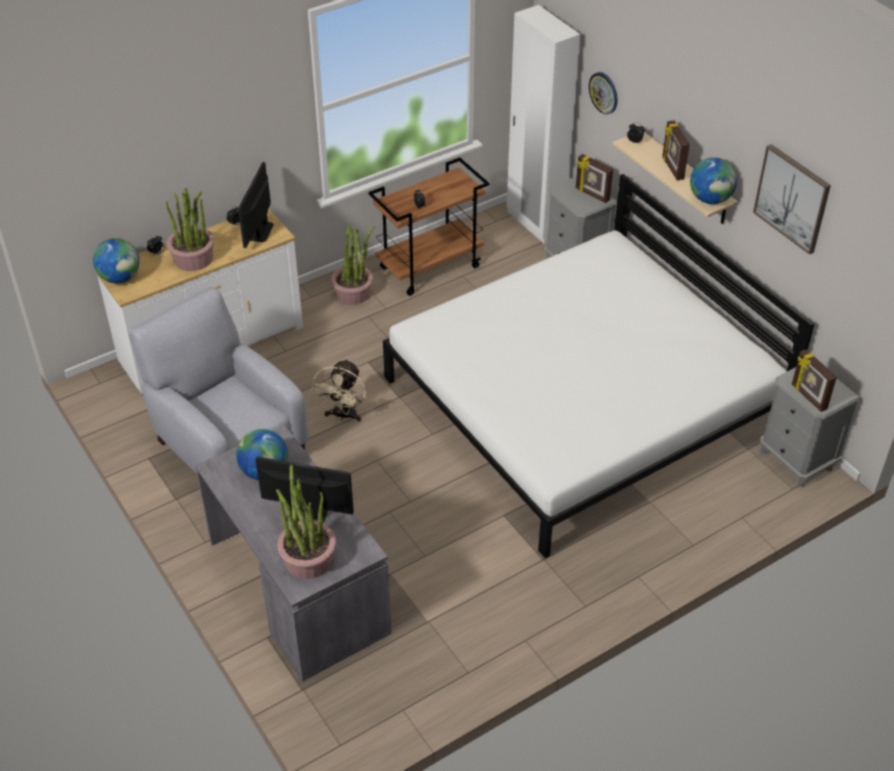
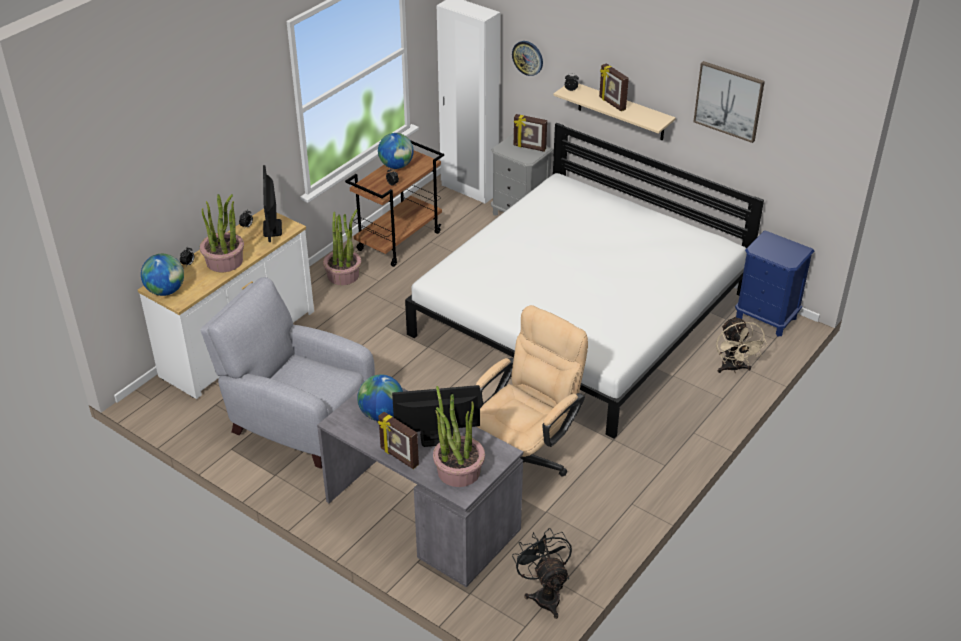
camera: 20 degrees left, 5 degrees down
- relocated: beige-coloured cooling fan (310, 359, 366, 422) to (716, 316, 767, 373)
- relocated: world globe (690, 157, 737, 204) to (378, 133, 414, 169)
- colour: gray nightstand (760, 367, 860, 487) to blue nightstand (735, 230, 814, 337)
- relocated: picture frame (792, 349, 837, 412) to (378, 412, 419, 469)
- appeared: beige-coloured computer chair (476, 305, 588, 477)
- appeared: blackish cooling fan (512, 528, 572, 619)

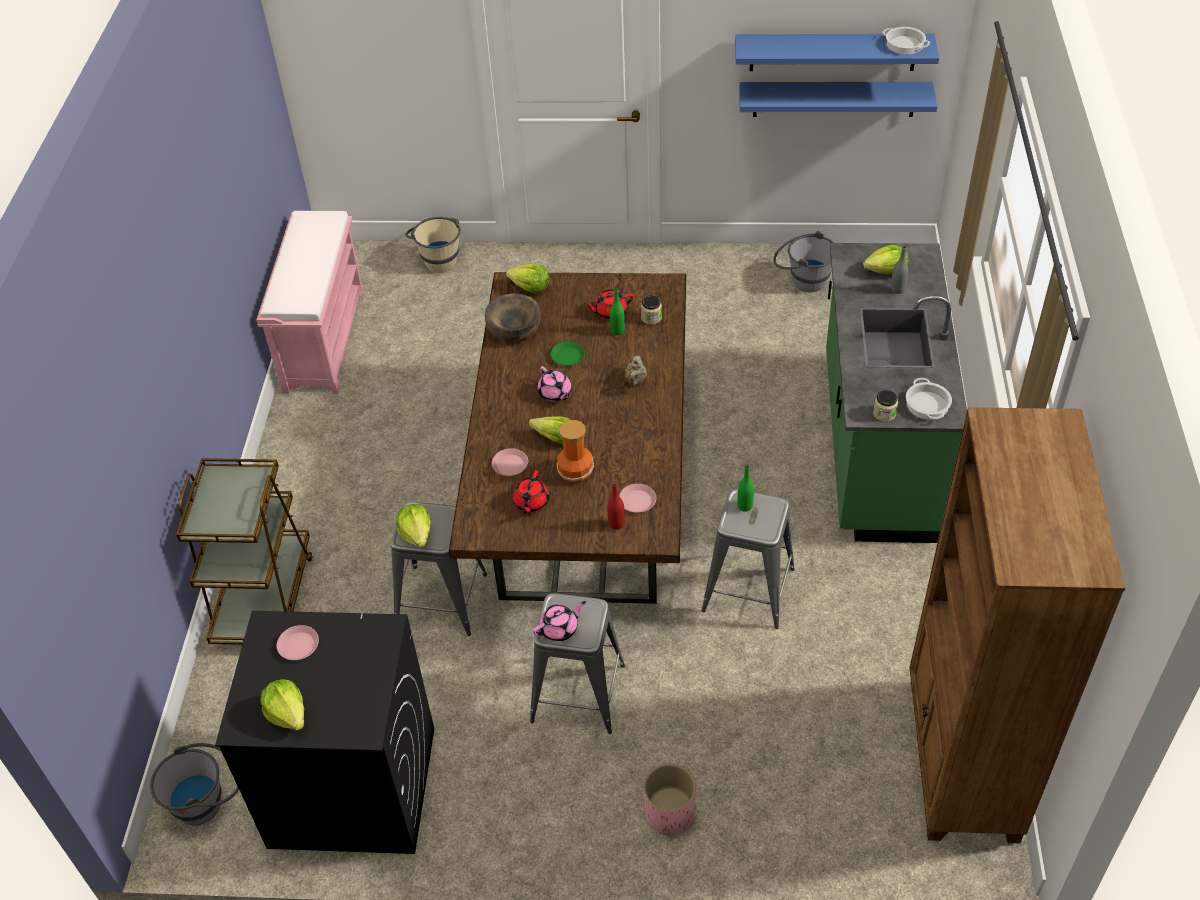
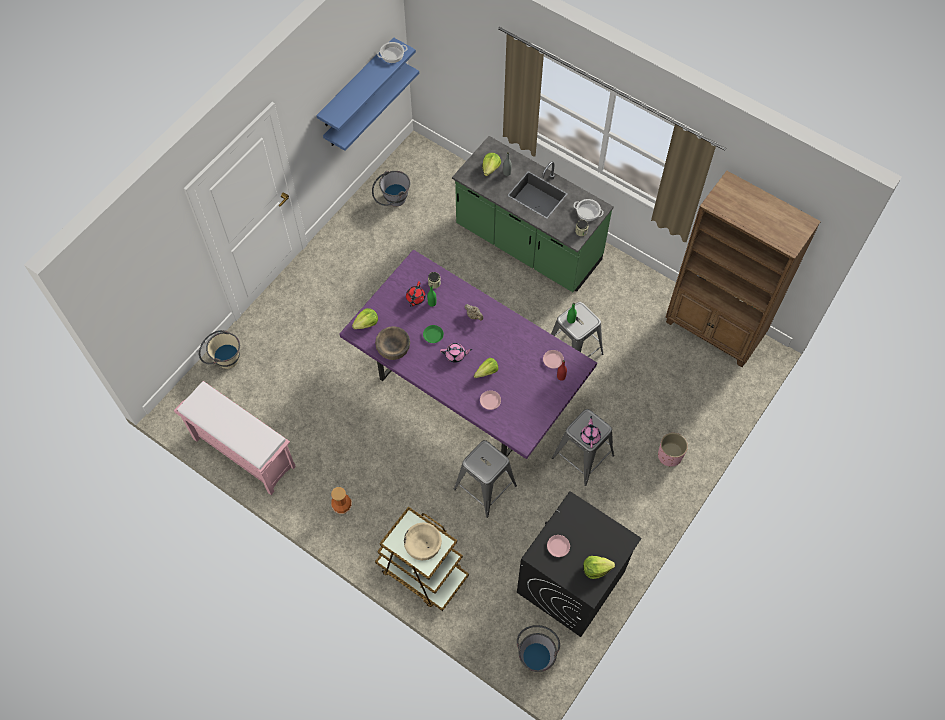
camera: 60 degrees left, 15 degrees up
- missing: head of lettuce (396, 504, 431, 548)
- colour: brown-coloured dining table (449, 272, 686, 604) to purplish dining table (339, 250, 597, 459)
- missing: reddish tea pot (513, 470, 549, 513)
- relocated: flower vase (556, 420, 594, 483) to (331, 487, 352, 514)
- appeared: beige-coloured serving bowl (404, 522, 442, 561)

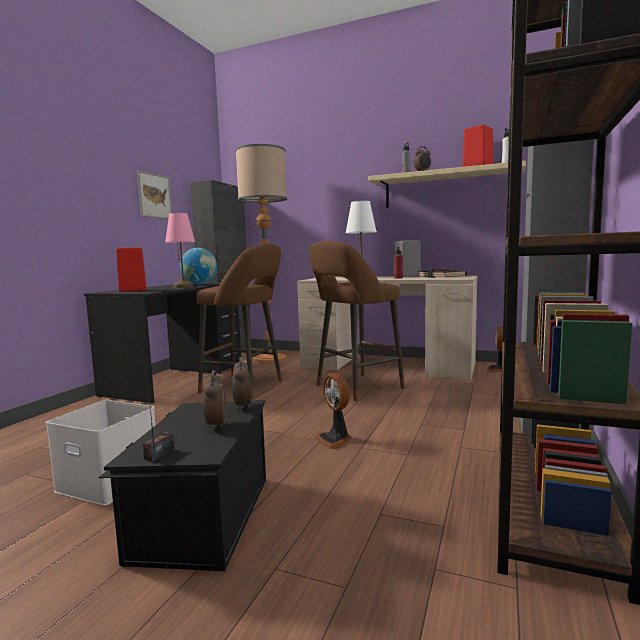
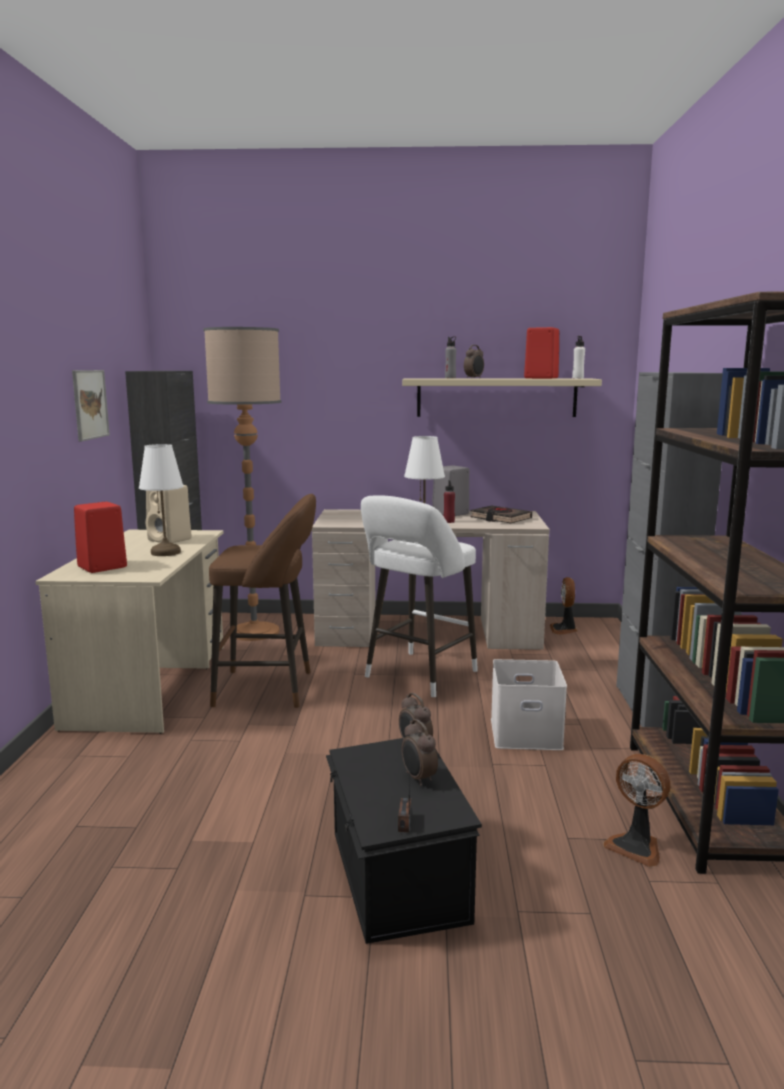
camera: 20 degrees left, 5 degrees up
- relocated: whitish storage box (46, 400, 155, 506) to (491, 659, 567, 750)
- colour: blackish desk table (84, 283, 241, 404) to beige-coloured desk table (35, 530, 224, 734)
- colour: pinkish tabletop lamp (165, 213, 195, 288) to whitish tabletop lamp (139, 444, 184, 556)
- exchanged: world globe (180, 248, 217, 285) to beige-coloured speaker (146, 485, 192, 543)
- colour: brown-coloured stool seat (309, 241, 405, 401) to whitish stool seat (361, 495, 478, 697)
- relocated: cooling fan (314, 373, 352, 449) to (603, 754, 670, 867)

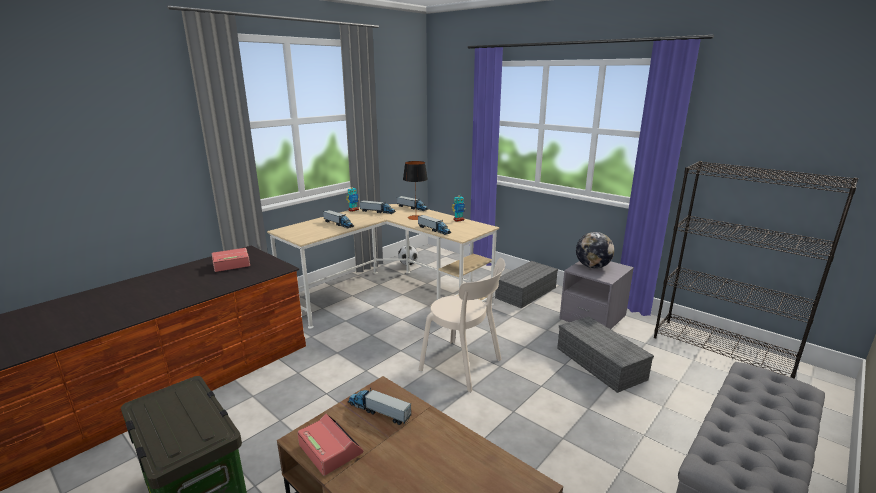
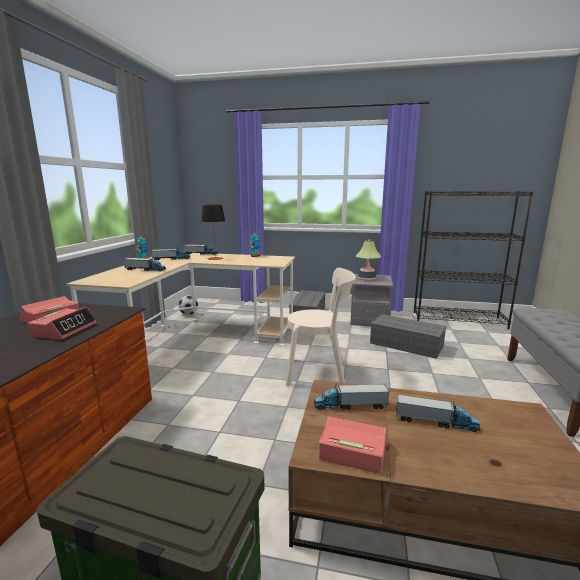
camera: 30 degrees left, 5 degrees down
- relocated: toy truck (418, 215, 451, 235) to (396, 395, 481, 432)
- exchanged: world globe (576, 232, 614, 269) to tabletop lamp (355, 240, 381, 281)
- appeared: bedside clock (28, 307, 97, 340)

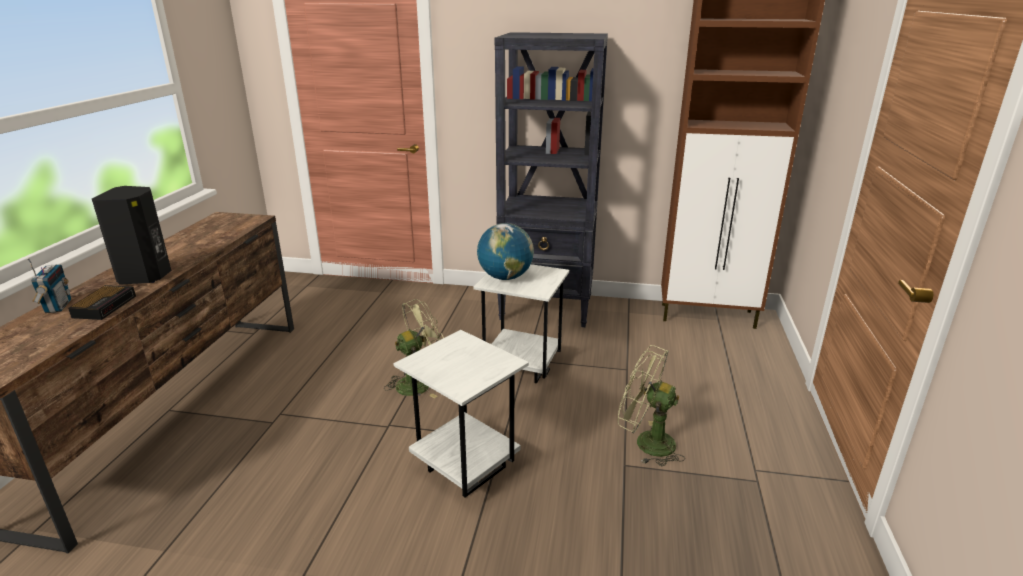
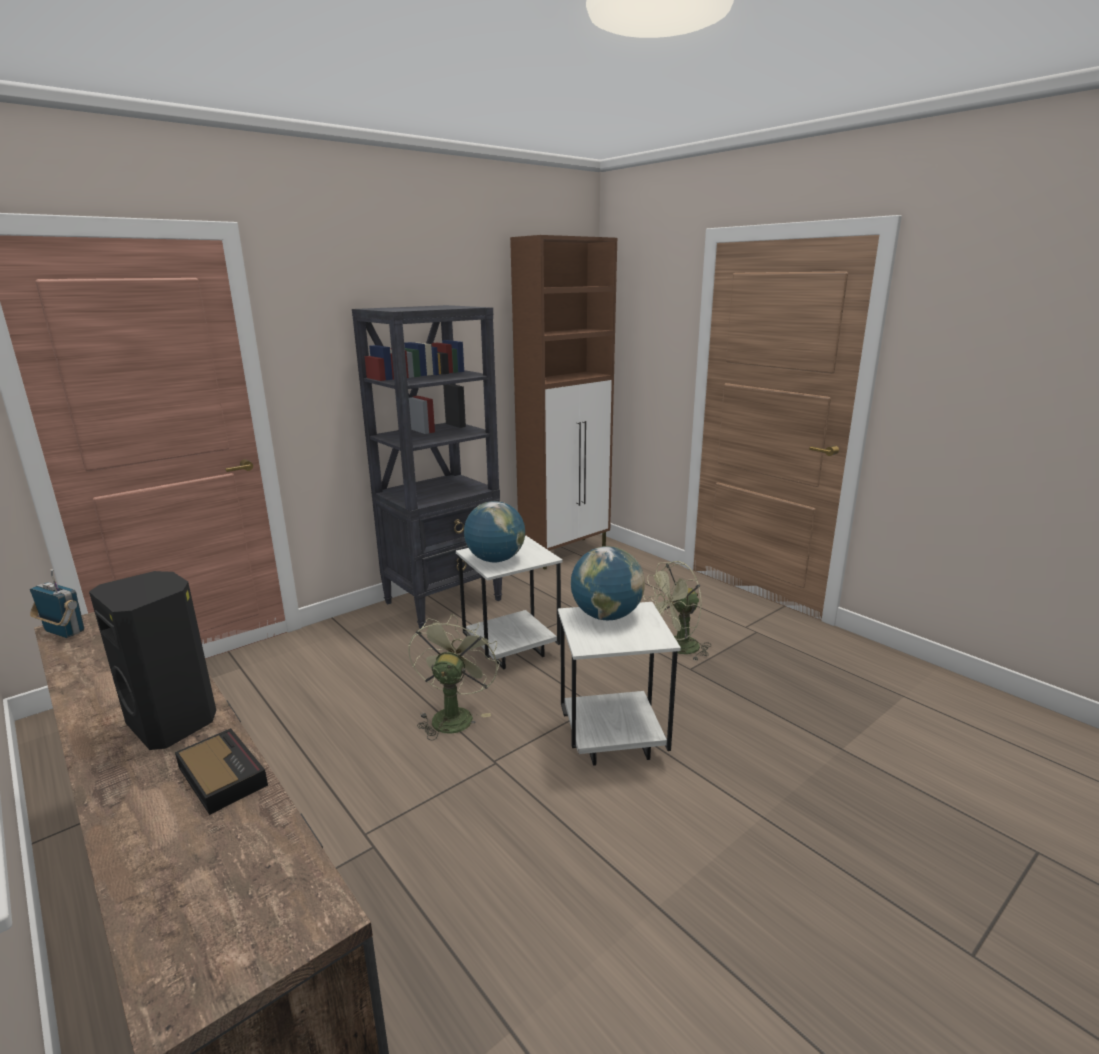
camera: 50 degrees left, 5 degrees down
- relocated: radio (27, 258, 71, 313) to (30, 569, 84, 638)
- appeared: world globe (571, 546, 645, 620)

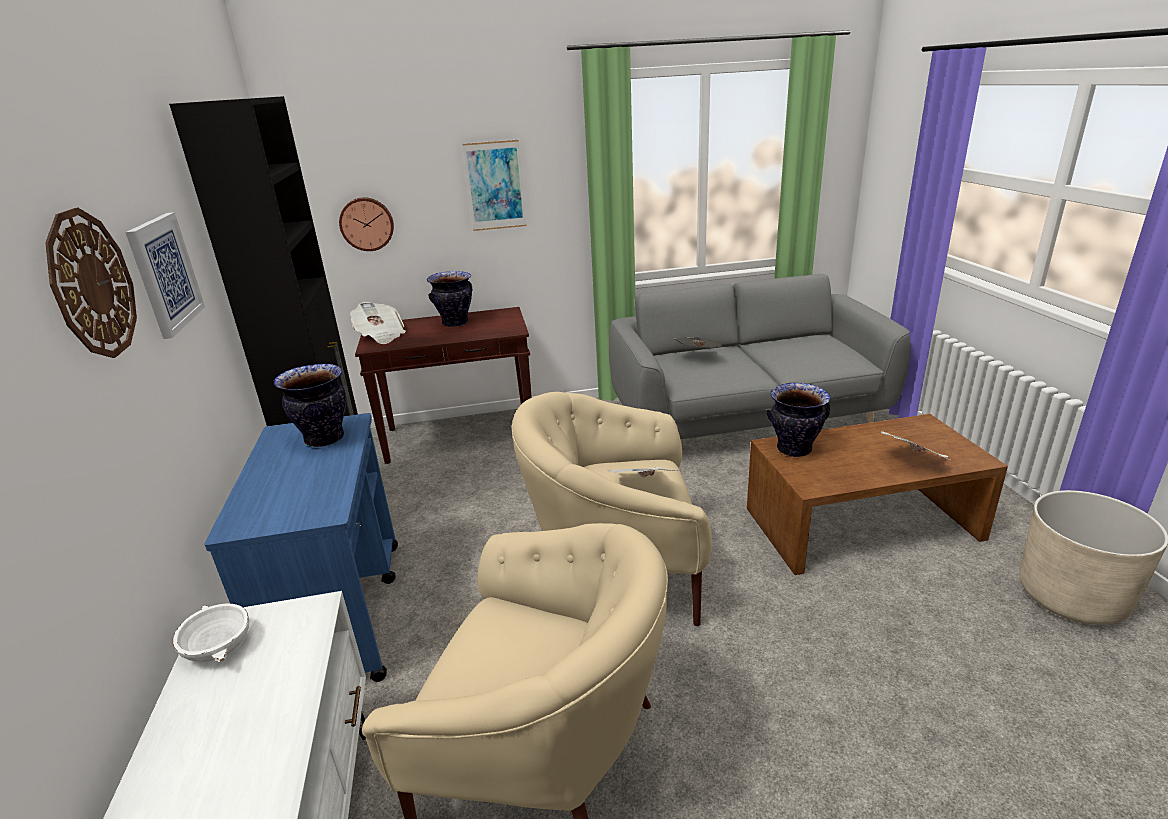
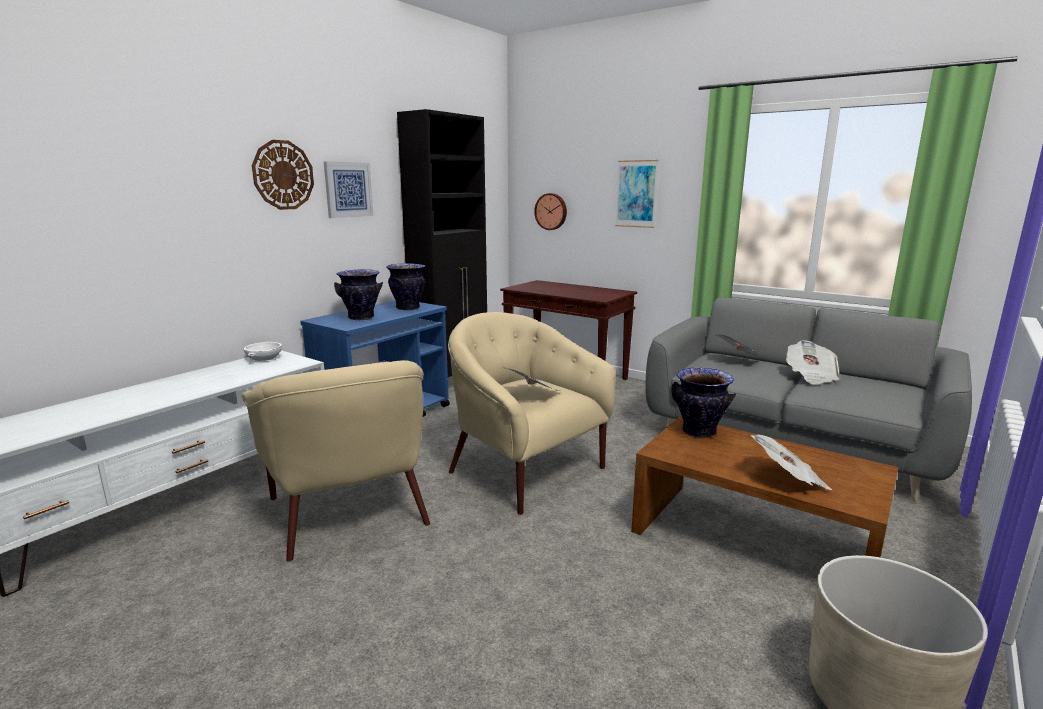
camera: 45 degrees right, 10 degrees down
- relocated: daily paper (350, 302, 406, 344) to (786, 340, 839, 385)
- relocated: flower vase (427, 271, 472, 327) to (334, 269, 383, 320)

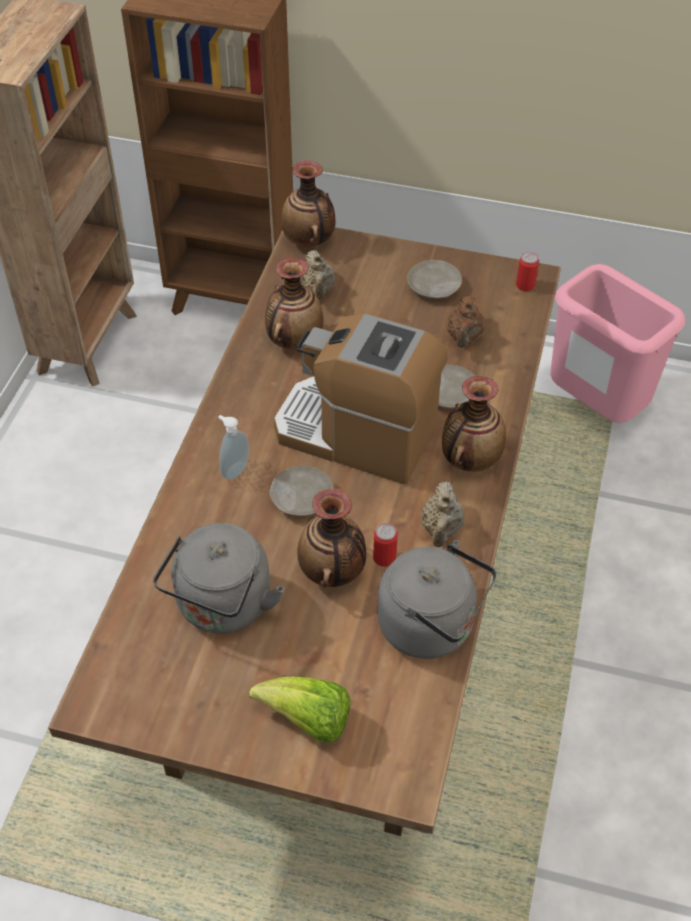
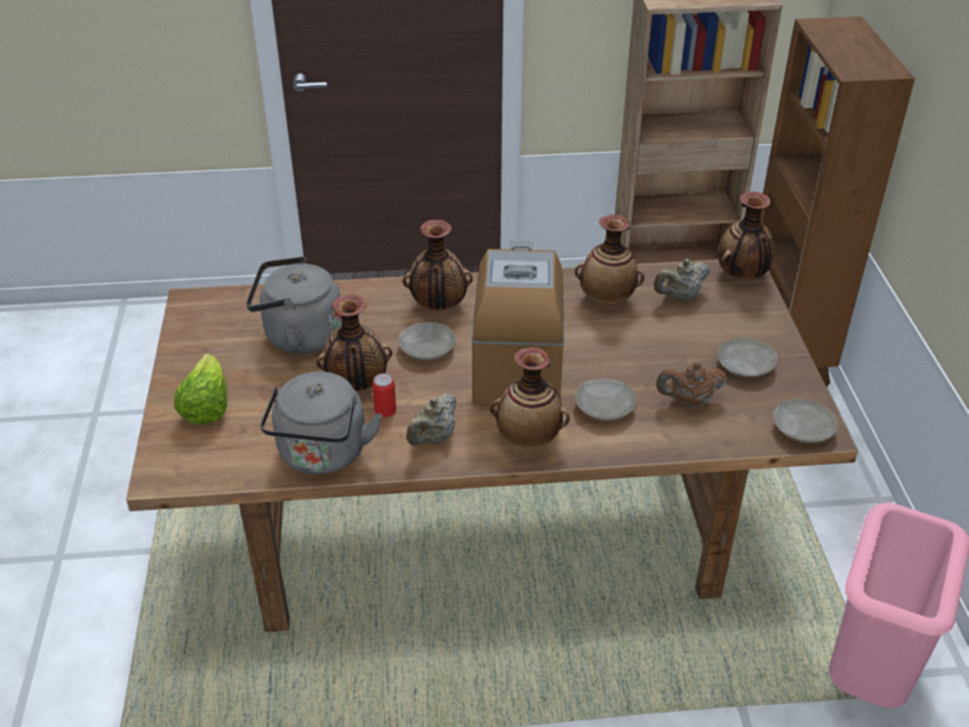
camera: 70 degrees right, 10 degrees down
- exchanged: soap dispenser (218, 415, 249, 480) to flower vase (403, 220, 473, 310)
- spun: beige-coloured tea pot (421, 481, 464, 547) = (406, 393, 456, 446) 45 degrees counterclockwise
- exchanged: metal can (516, 252, 539, 291) to beige-coloured dinner plate (773, 398, 838, 443)

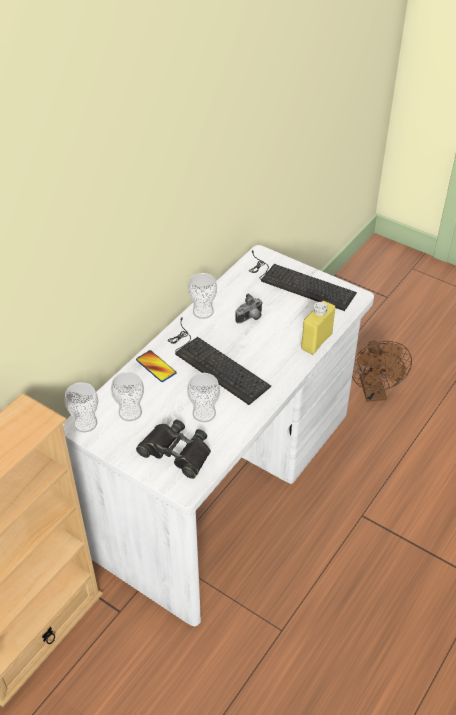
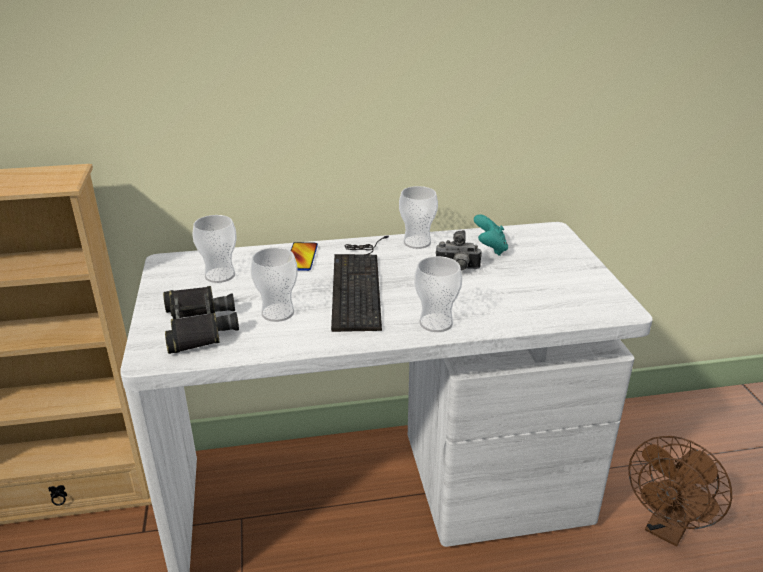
camera: 45 degrees right, 15 degrees down
- relocated: small cup (64, 382, 98, 432) to (414, 256, 462, 332)
- missing: keyboard (249, 250, 357, 311)
- missing: yellow bottle (301, 301, 335, 355)
- appeared: turquoise-coloured game controller (474, 214, 508, 256)

